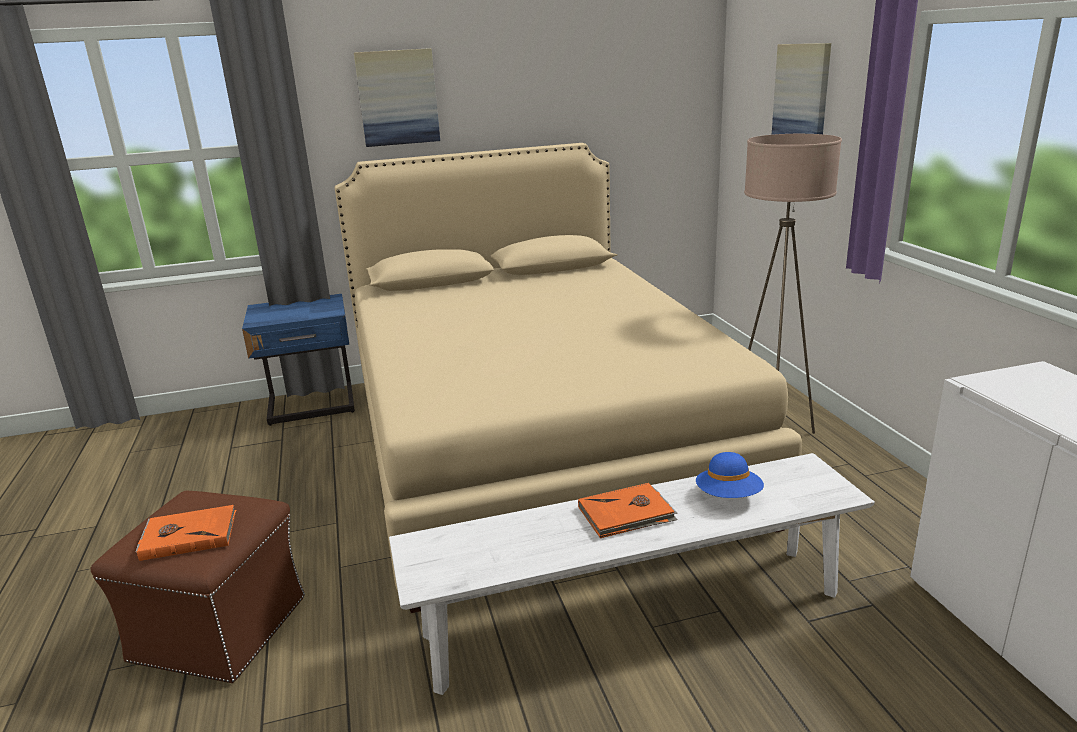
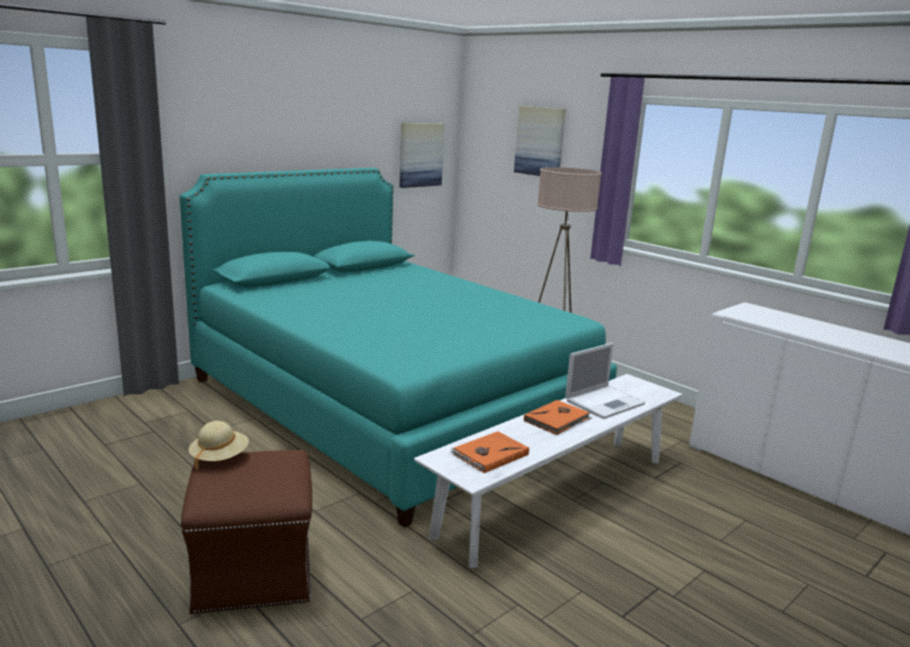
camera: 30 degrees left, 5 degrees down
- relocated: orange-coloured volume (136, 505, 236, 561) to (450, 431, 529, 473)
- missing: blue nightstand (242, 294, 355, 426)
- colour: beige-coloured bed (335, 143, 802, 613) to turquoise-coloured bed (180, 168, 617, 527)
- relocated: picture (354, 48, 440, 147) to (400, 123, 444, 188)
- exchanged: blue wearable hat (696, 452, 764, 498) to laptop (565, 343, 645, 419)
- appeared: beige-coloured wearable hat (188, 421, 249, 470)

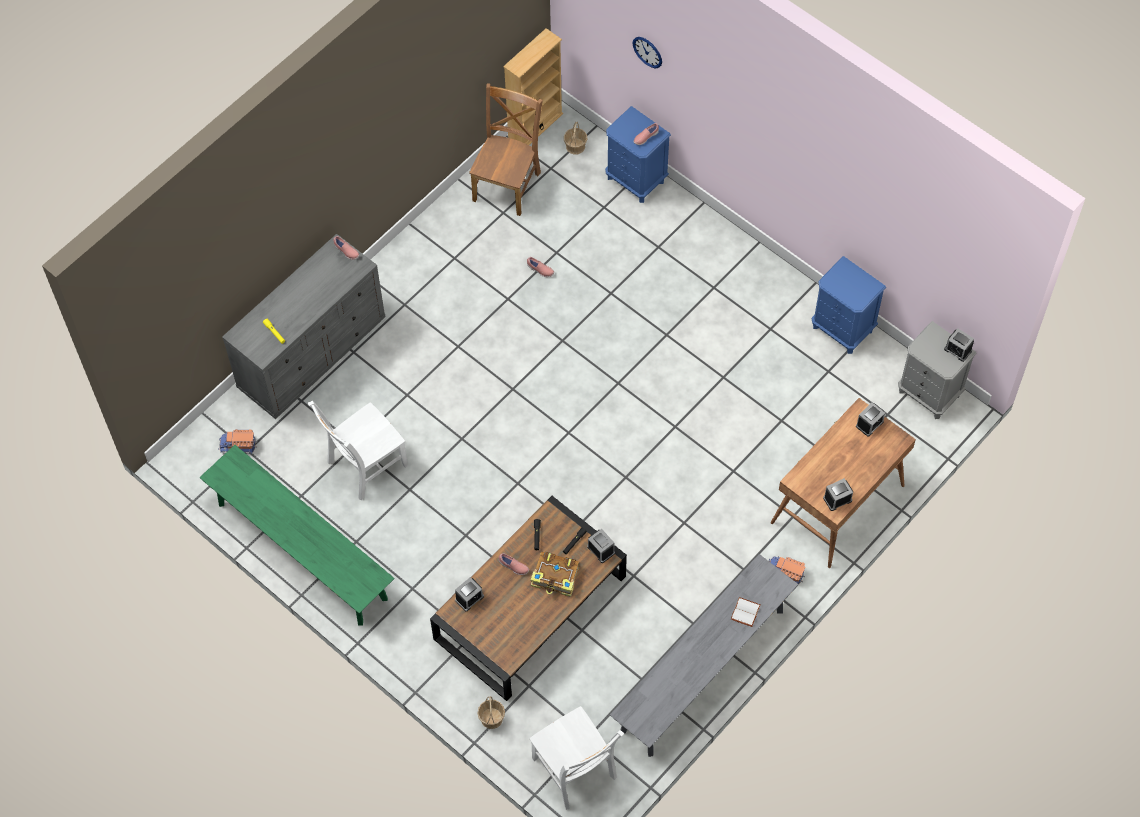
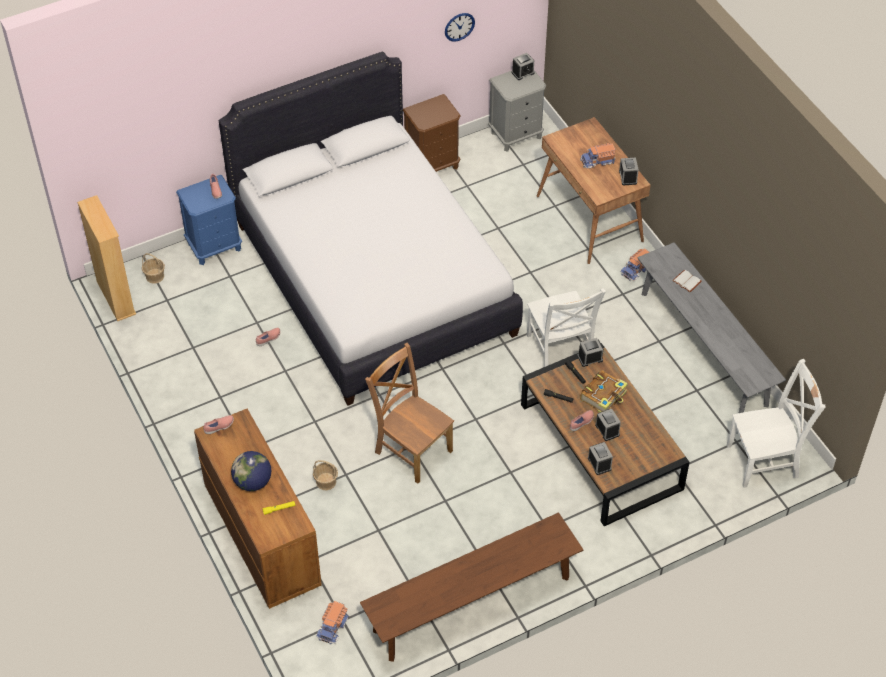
camera: 70 degrees left, 10 degrees down
- colour: greenish bench (200, 445, 394, 626) to brown-coloured bench (360, 512, 584, 662)
- colour: gray chest of drawers (222, 234, 386, 419) to brown-coloured chest of drawers (194, 409, 322, 609)
- relocated: whitish upright chair (308, 401, 408, 500) to (527, 288, 606, 367)
- relocated: brown-coloured upright chair (469, 83, 543, 216) to (365, 343, 454, 484)
- relocated: basket (477, 696, 505, 729) to (313, 460, 338, 490)
- relocated: hanging clock (632, 37, 662, 68) to (445, 13, 475, 42)
- colour: blue nightstand (812, 256, 886, 354) to brown-coloured nightstand (403, 94, 461, 172)
- relocated: bedside clock (856, 402, 885, 437) to (595, 409, 621, 441)
- appeared: whitish bed (219, 51, 523, 405)
- appeared: world globe (231, 451, 271, 491)
- appeared: toy truck (580, 143, 616, 168)

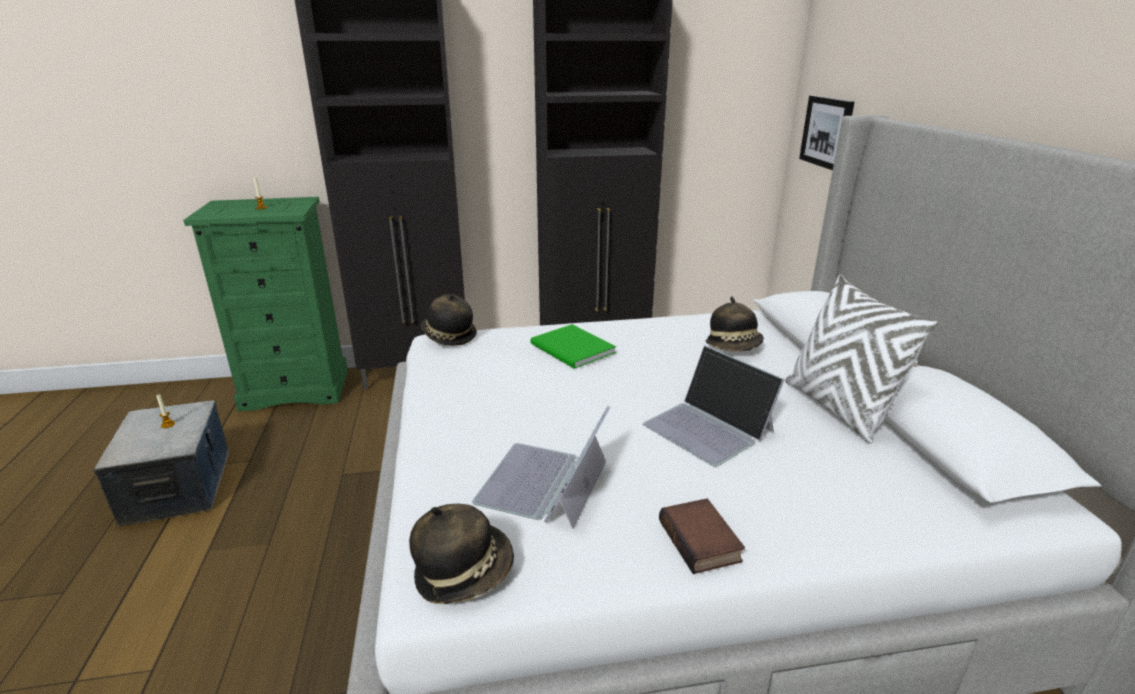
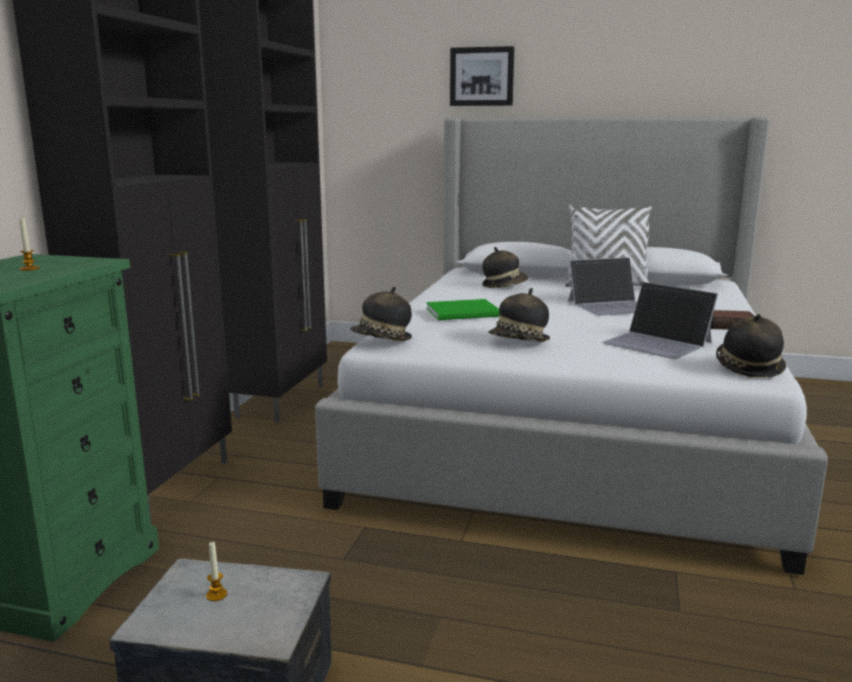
camera: 65 degrees left, 10 degrees down
- relocated: picture (799, 95, 854, 170) to (450, 46, 515, 106)
- appeared: wearable hat (489, 288, 550, 342)

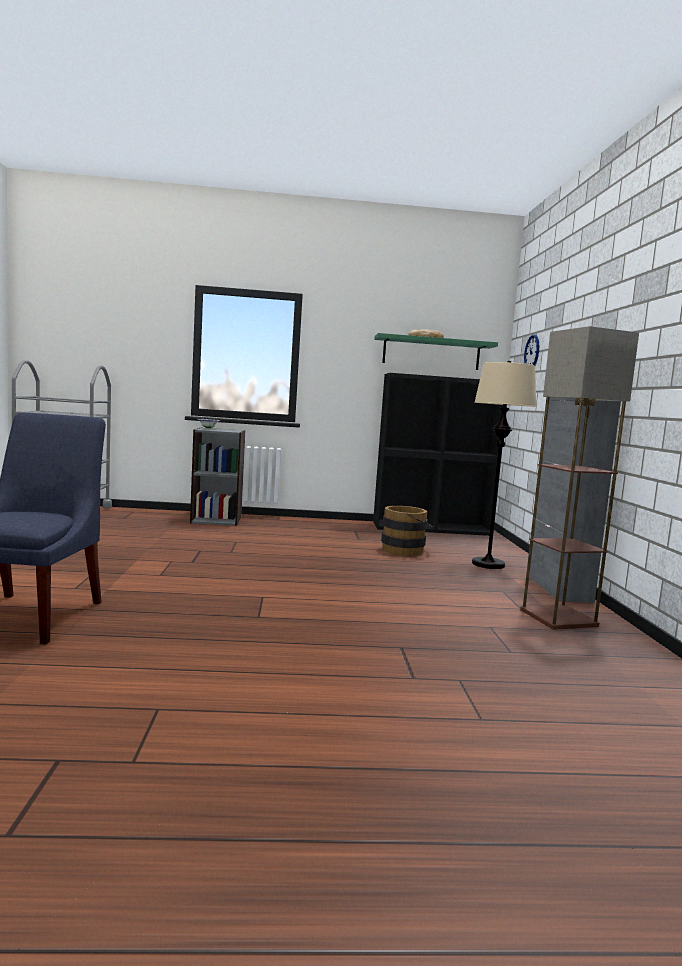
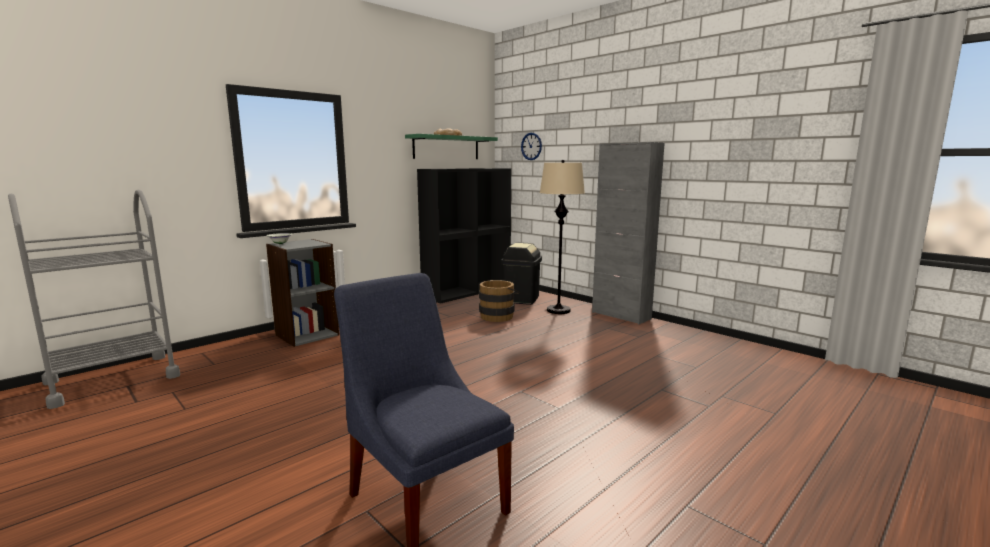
camera: 40 degrees left, 5 degrees up
- missing: standing lamp (520, 326, 639, 630)
- appeared: blackish rubbish bin (501, 242, 542, 305)

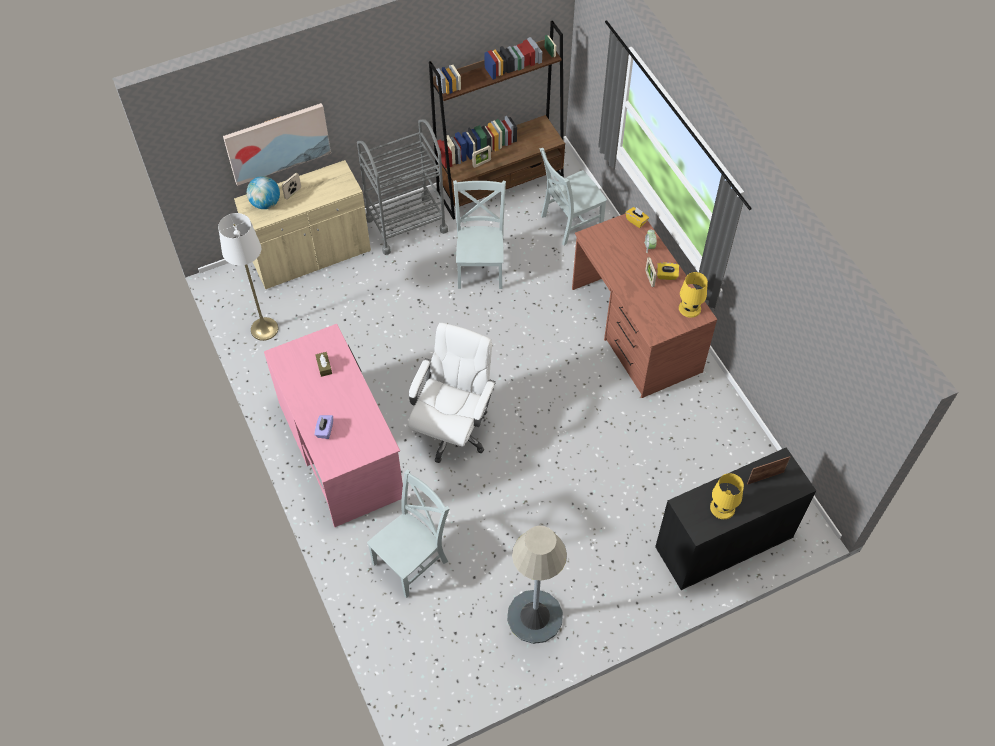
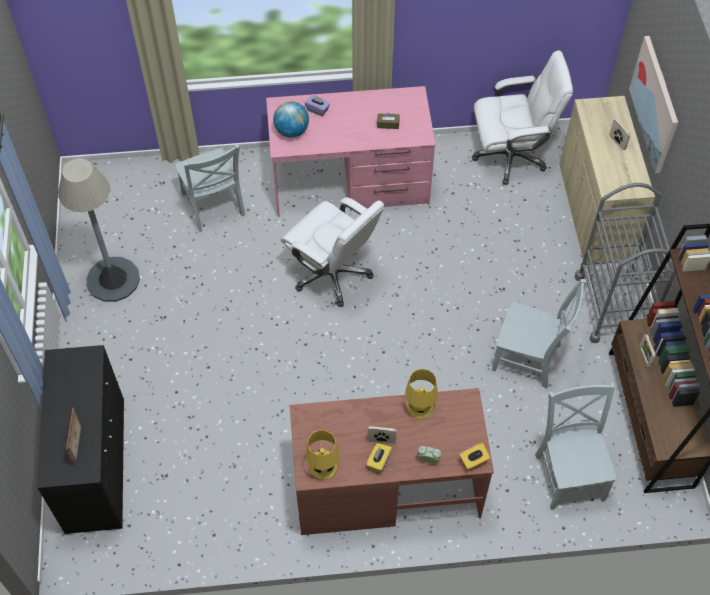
camera: 110 degrees right, 0 degrees up
- exchanged: whitish standing lamp (218, 213, 278, 341) to whitish computer chair (472, 50, 573, 185)
- relocated: world globe (247, 176, 280, 209) to (273, 101, 309, 138)
- relocated: yellow tabletop lamp (710, 473, 744, 519) to (405, 369, 438, 419)

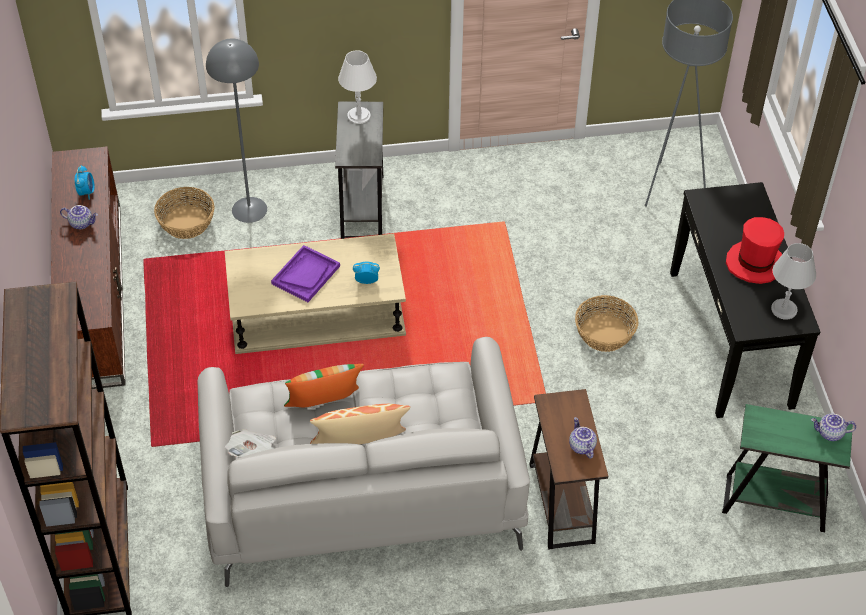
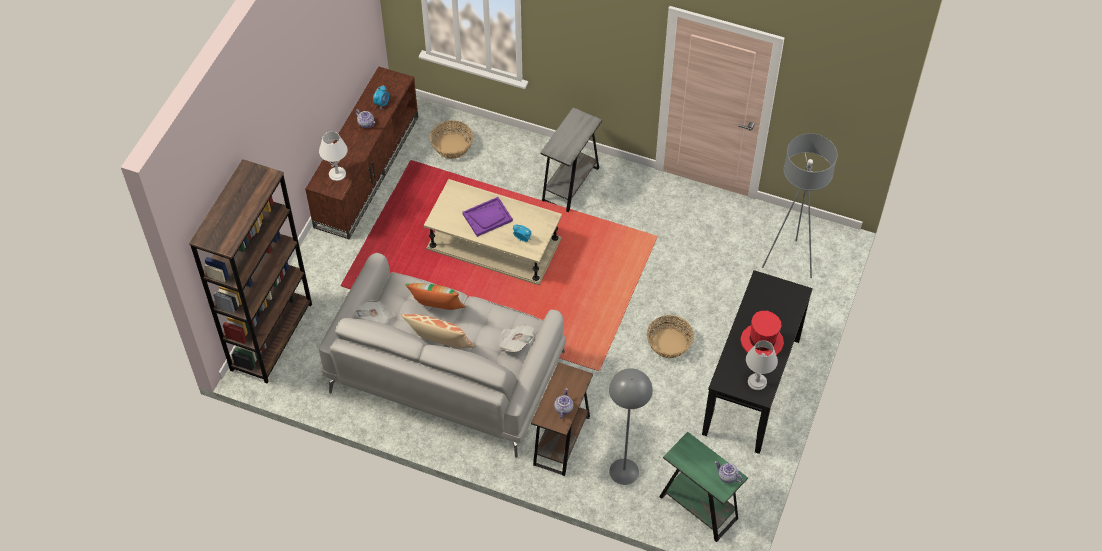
camera: 30 degrees right, 5 degrees up
- relocated: gray standing lamp (206, 38, 267, 223) to (609, 368, 653, 485)
- relocated: whitish tabletop lamp (338, 50, 377, 124) to (319, 131, 348, 181)
- appeared: daily paper (497, 325, 534, 352)

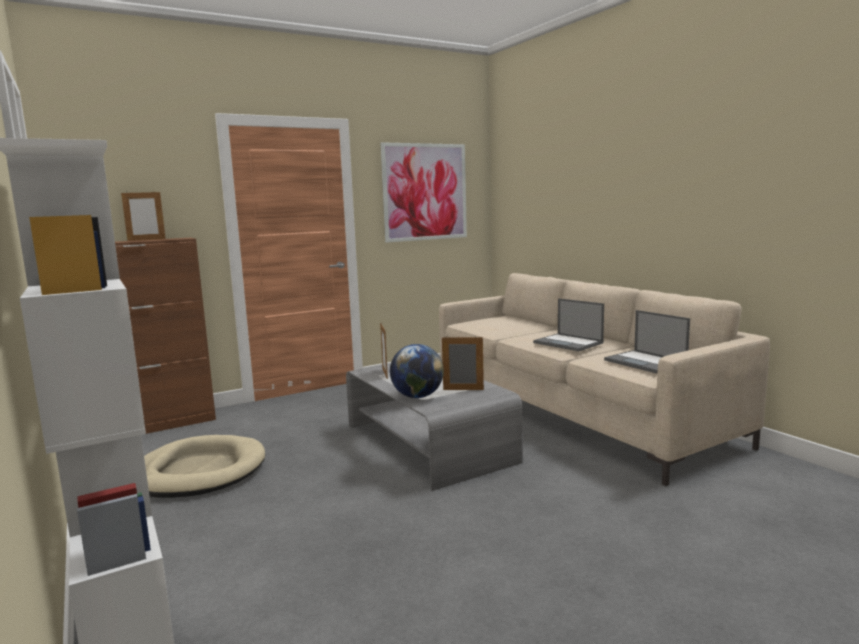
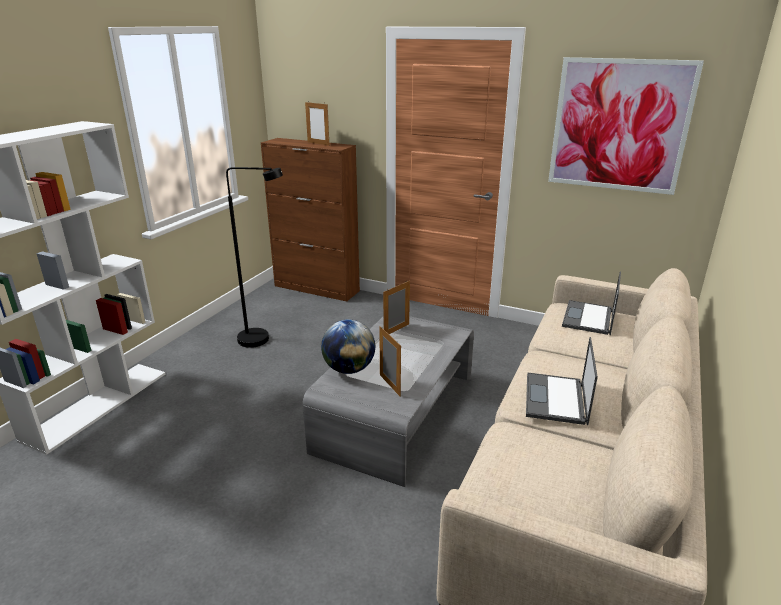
camera: 55 degrees right, 15 degrees up
- exchanged: beige-coloured dog bed (144, 435, 265, 498) to blackish standing lamp (226, 167, 283, 348)
- relocated: laptop (604, 310, 690, 374) to (562, 272, 621, 335)

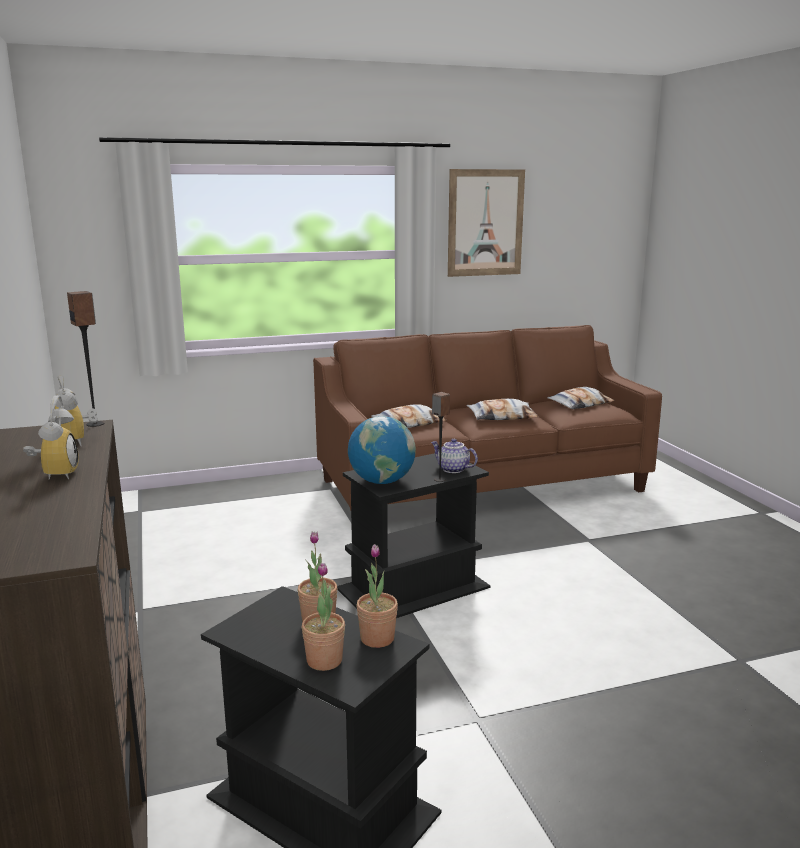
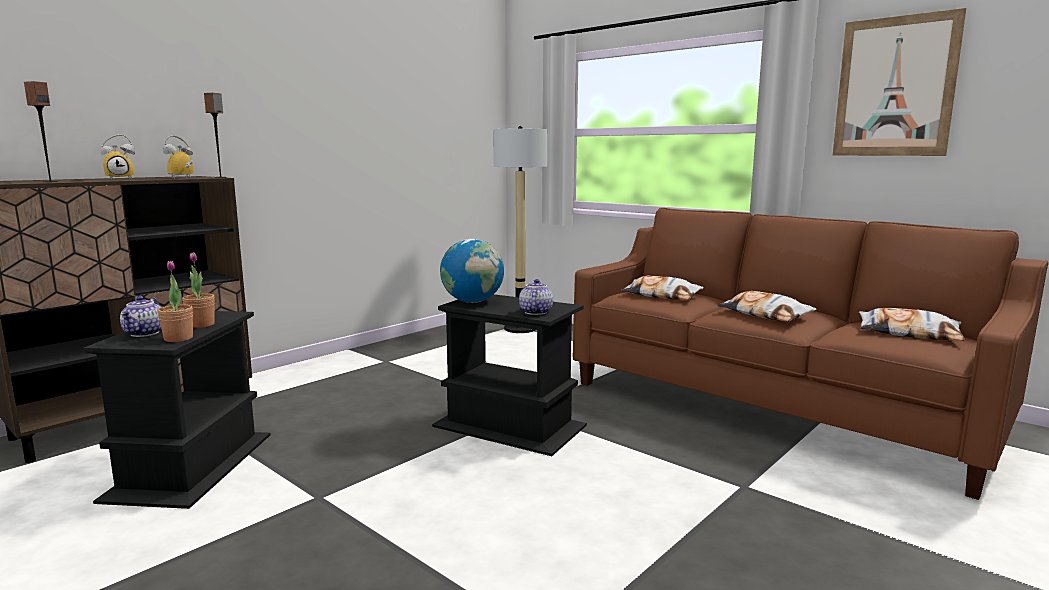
camera: 60 degrees right, 5 degrees down
- exchanged: plant in a pot (302, 563, 345, 671) to tea pot (120, 296, 161, 337)
- relocated: speaker (432, 392, 450, 482) to (24, 81, 58, 182)
- appeared: standing lamp (493, 126, 547, 333)

